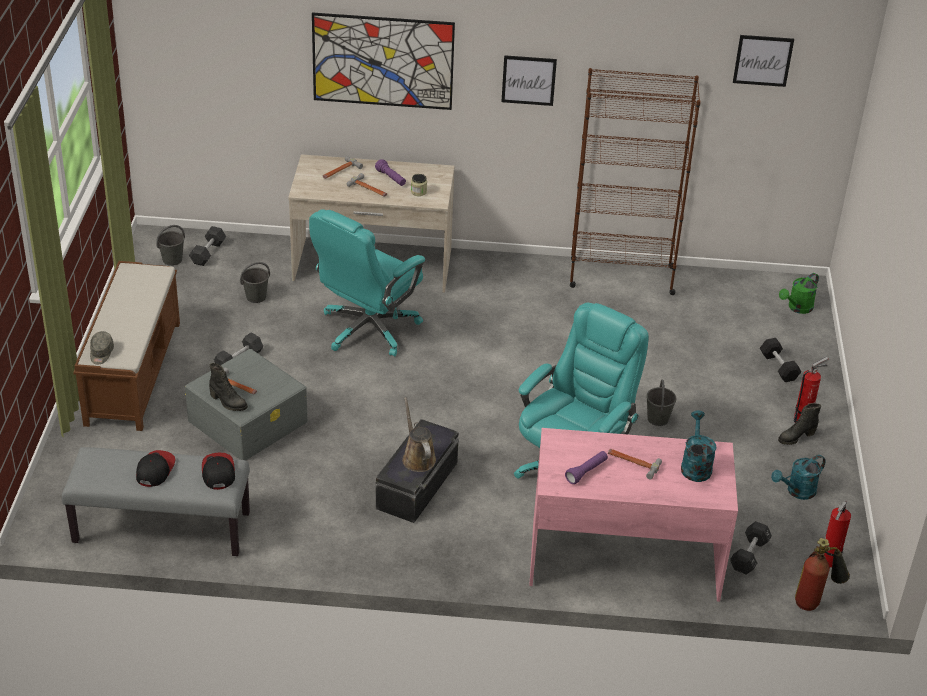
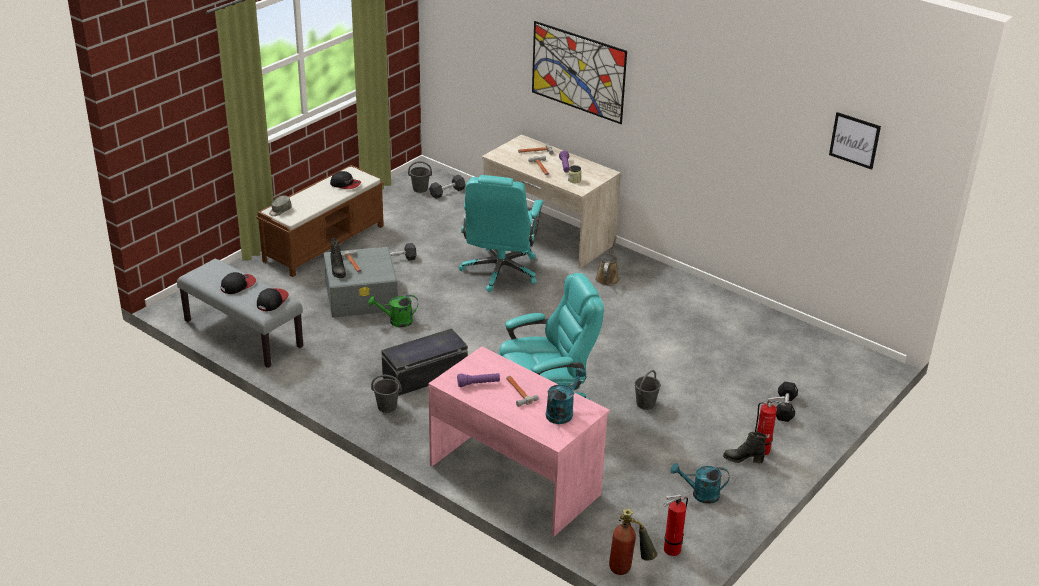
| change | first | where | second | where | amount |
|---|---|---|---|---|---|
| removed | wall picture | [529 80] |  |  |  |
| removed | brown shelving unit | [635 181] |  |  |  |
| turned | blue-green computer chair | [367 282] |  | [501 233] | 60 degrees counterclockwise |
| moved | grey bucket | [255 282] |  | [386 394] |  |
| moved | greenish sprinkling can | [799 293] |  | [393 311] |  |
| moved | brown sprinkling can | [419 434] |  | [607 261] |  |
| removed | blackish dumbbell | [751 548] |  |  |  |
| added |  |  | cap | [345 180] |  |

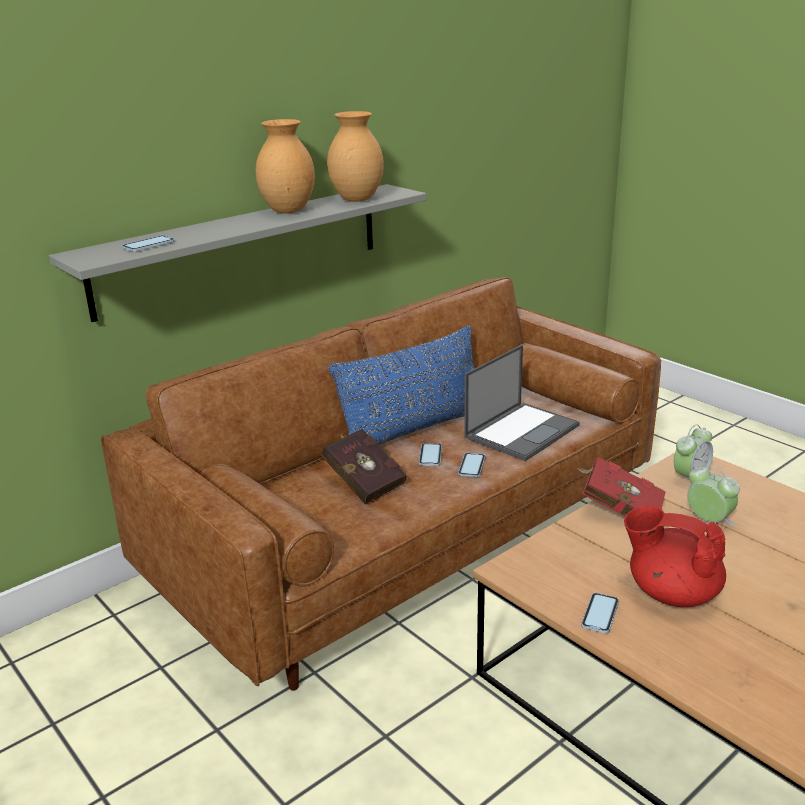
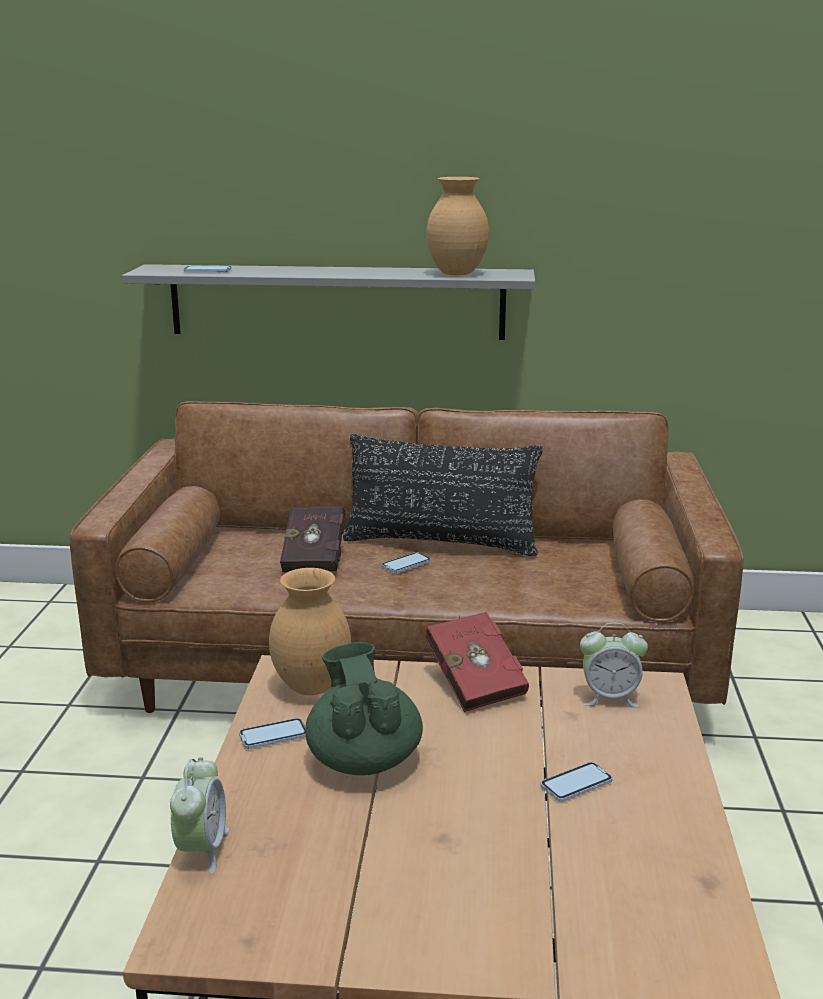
| change | first | where | second | where | amount |
|---|---|---|---|---|---|
| moved | brown flower vase | [285 166] |  | [310 631] |  |
| recoloured | blue cushion | [402 385] | blackish cushion | [443 495] |  |
| removed | portable computer | [522 403] |  |  |  |
| moved | phone | [471 465] |  | [576 782] |  |
| moved | bedside clock | [713 496] |  | [199 815] |  |
| recoloured | reddish teapot | [675 556] | greenish teapot | [364 708] |  |

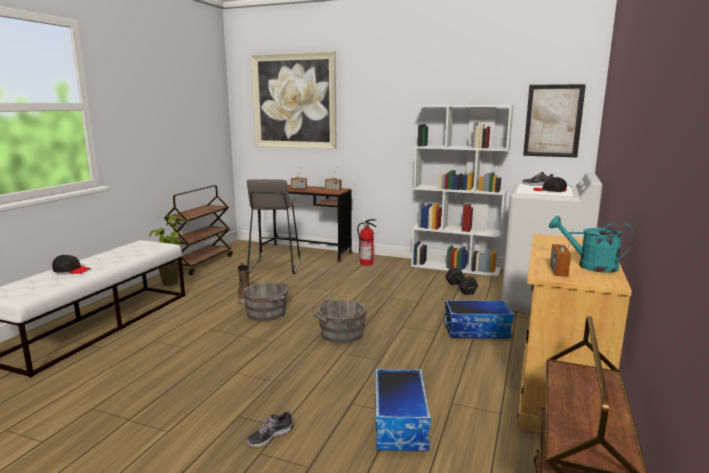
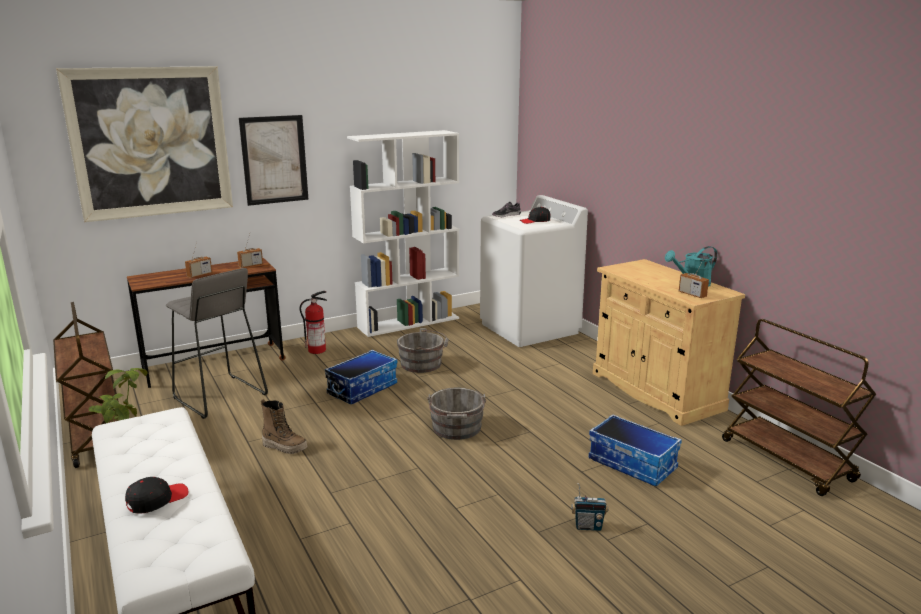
| change | first | where | second | where | amount |
|---|---|---|---|---|---|
| moved | wall picture | [554 120] |  | [274 160] |  |
| removed | blackish dumbbell | [461 281] |  |  |  |
| moved | grey bucket | [266 301] |  | [423 350] |  |
| moved | storage bin | [479 319] |  | [361 377] |  |
| replaced | low shoe | [269 428] | radio set | [589 507] |  |

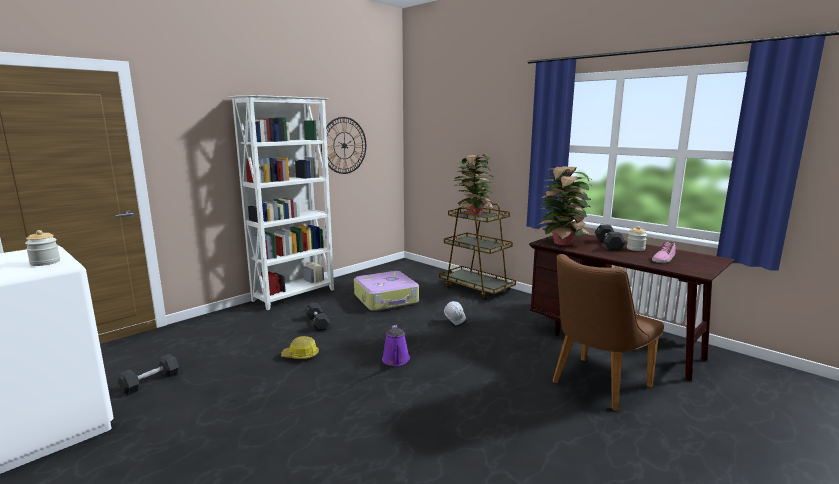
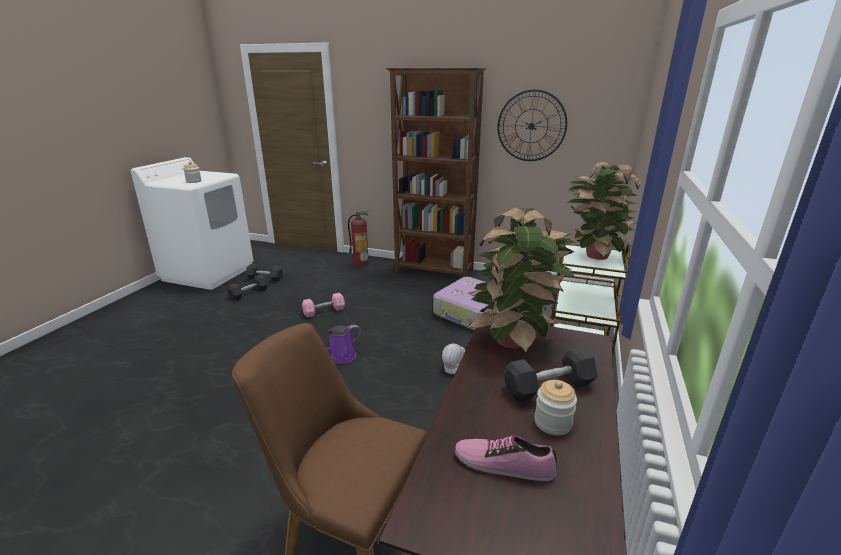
| change | first | where | second | where | amount |
|---|---|---|---|---|---|
| recoloured | whitish shelving unit | [281 202] | brown shelving unit | [436 172] |  |
| moved | blackish dumbbell | [317 317] |  | [248 288] |  |
| replaced | hard hat | [300 347] | pinkish dumbbell | [323 305] |  |
| added |  |  | fire-fighting cylinder | [358 239] |  |

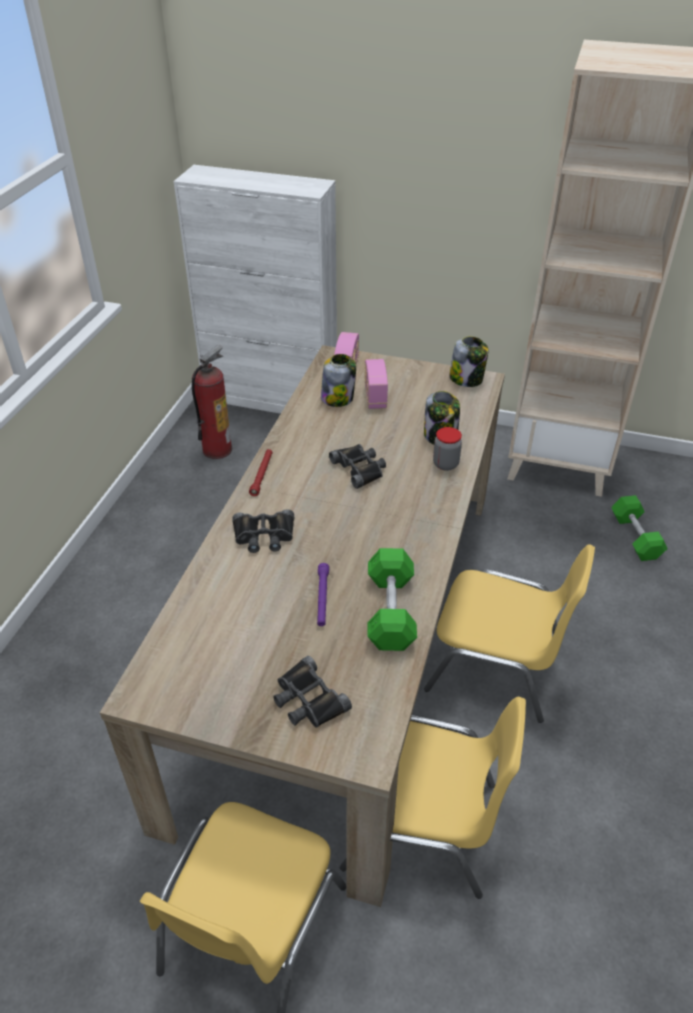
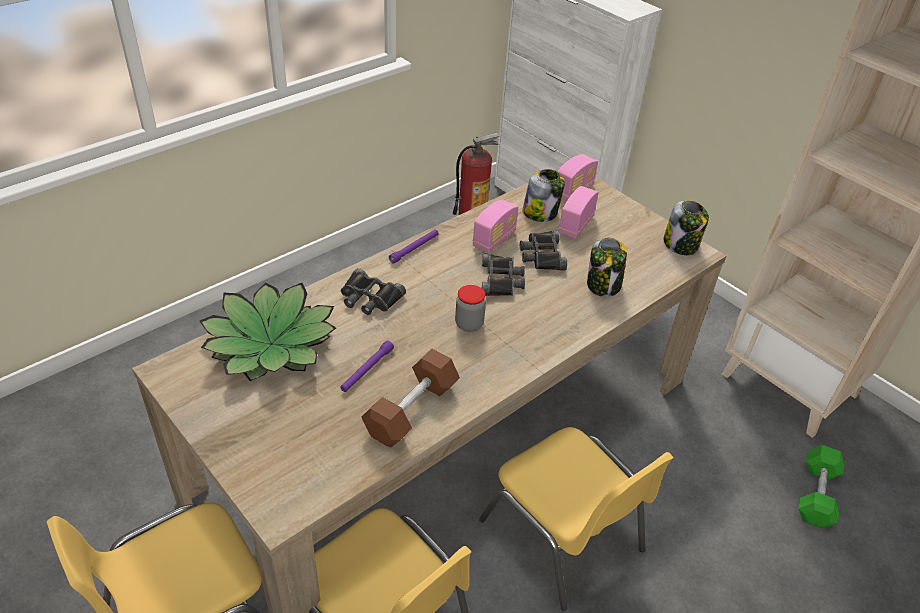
| change | first | where | second | where | amount |
|---|---|---|---|---|---|
| moved | preserve jar | [447 449] |  | [470 308] |  |
| recoloured | reddish torch | [261 472] | purple-coloured torch | [414 246] |  |
| recoloured | greenish dumbbell | [392 599] | brown dumbbell | [411 398] |  |
| moved | blackish field glasses | [312 692] |  | [543 251] |  |
| added |  |  | radio set | [495 226] |  |
| added |  |  | houseplant | [267 332] |  |

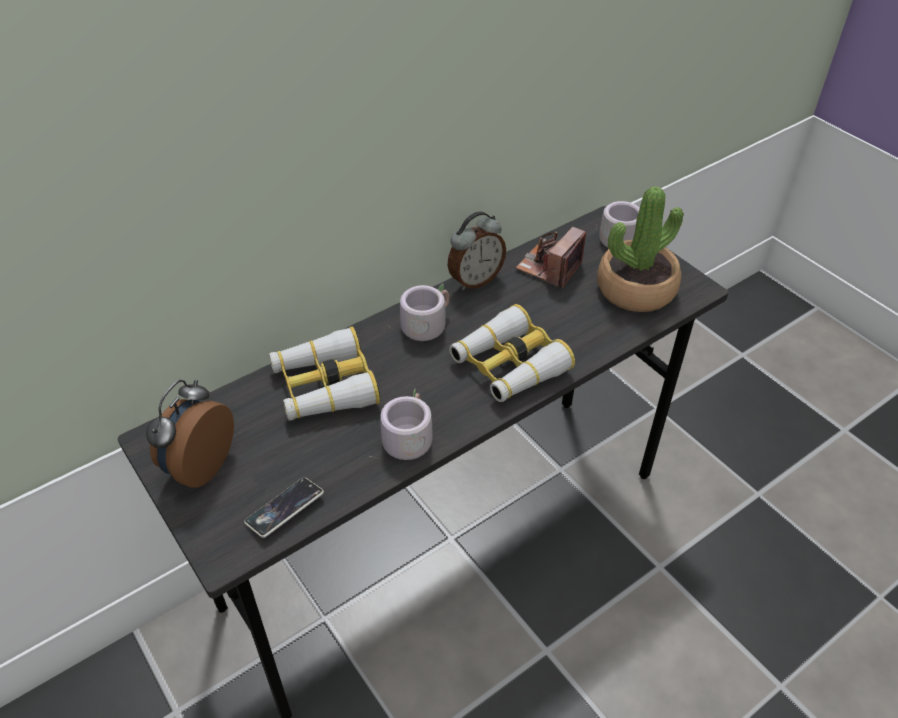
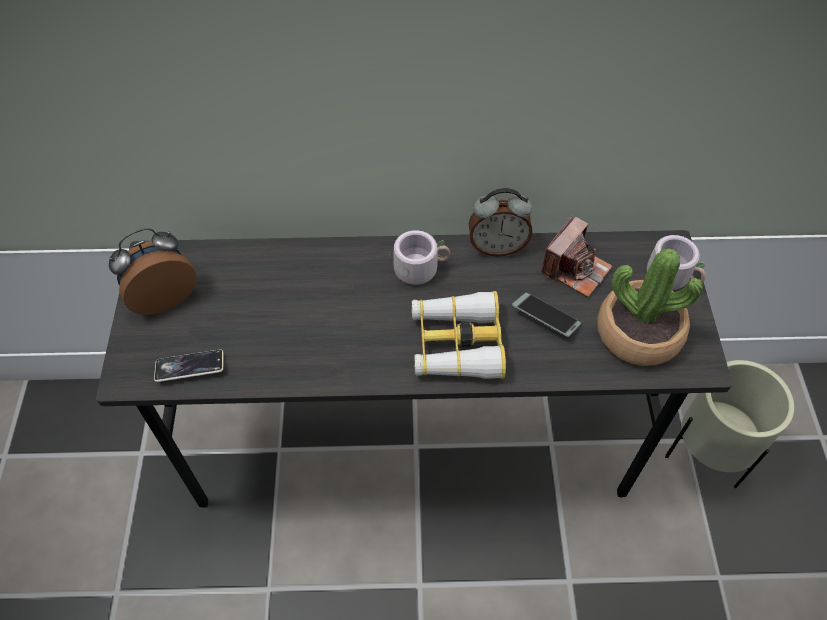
| change | first | where | second | where | amount |
|---|---|---|---|---|---|
| turned | photo camera | [551 257] |  | [576 256] | 150 degrees clockwise |
| removed | field glasses | [324 373] |  |  |  |
| removed | grey mug | [400 424] |  |  |  |
| added |  |  | phone | [546 315] |  |
| added |  |  | sand-coloured plant pot | [729 424] |  |

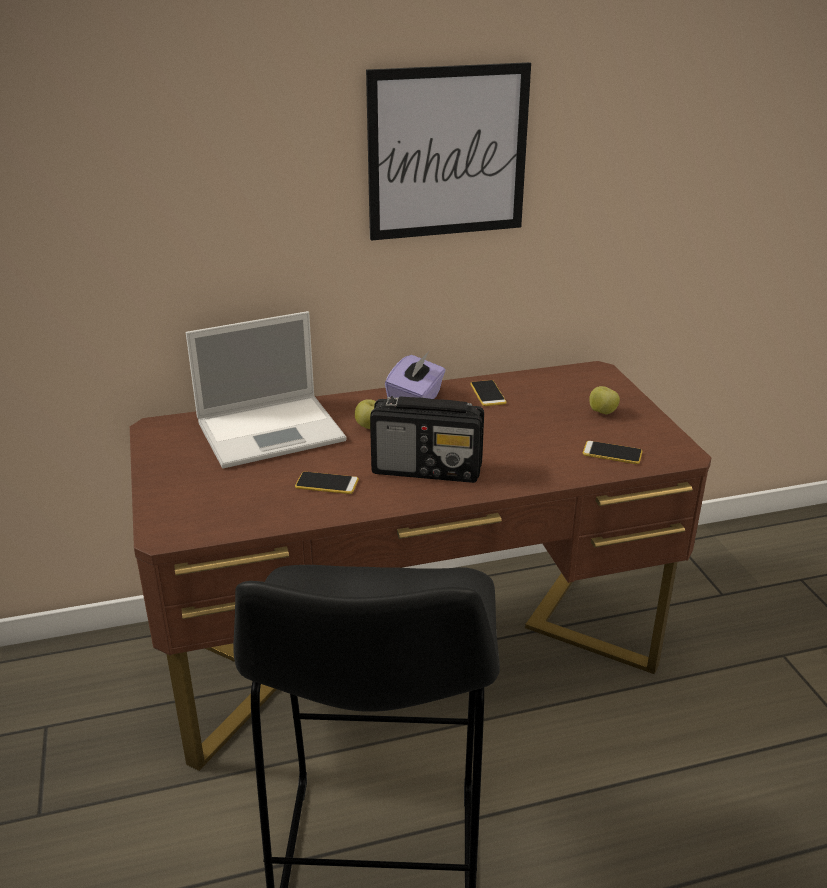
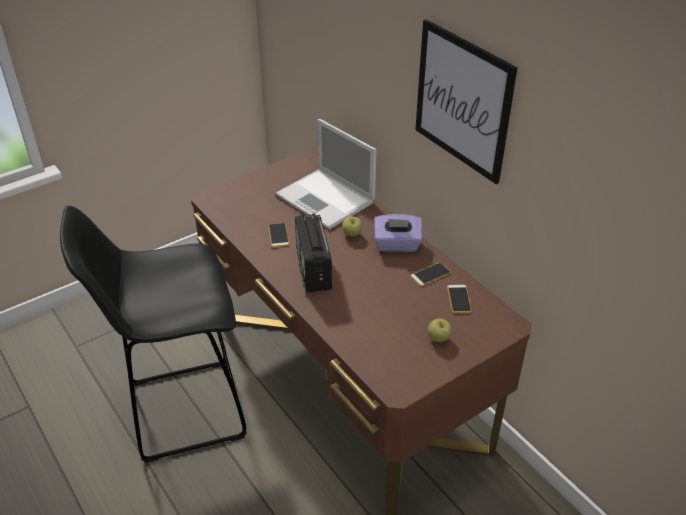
| change | first | where | second | where | amount |
|---|---|---|---|---|---|
| moved | phone | [613 452] |  | [459 299] |  |

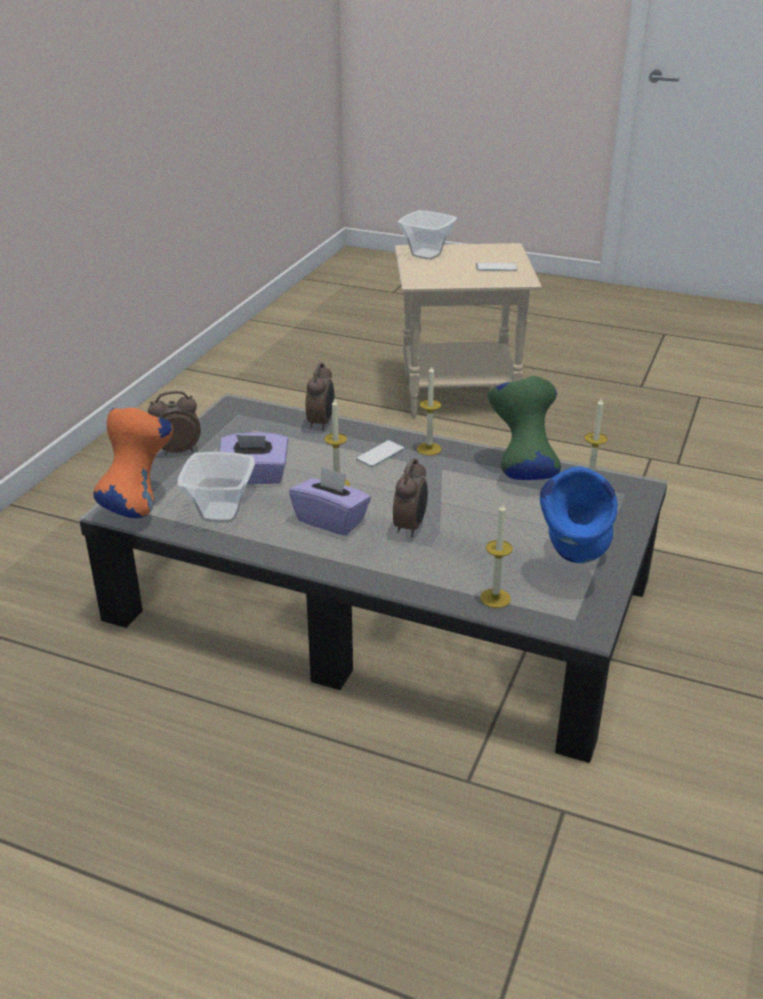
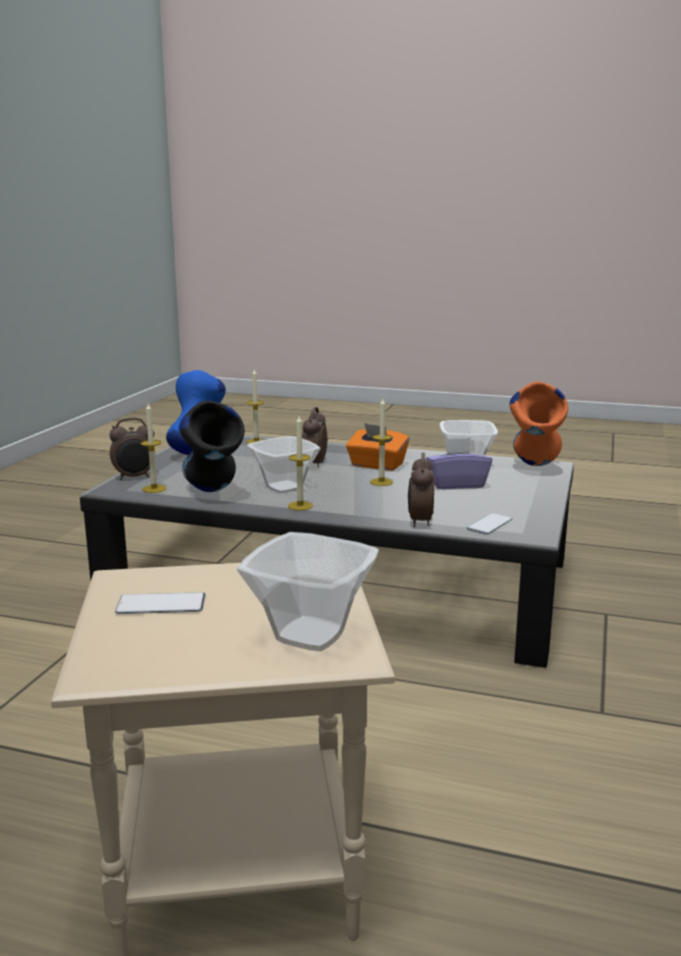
| change | first | where | second | where | amount |
|---|---|---|---|---|---|
| recoloured | greenish flower vase | [524 428] | blackish flower vase | [212 446] |  |
| moved | bedside clock | [174 423] |  | [131 449] |  |
| moved | phone | [380 453] |  | [489 523] |  |
| recoloured | purple-coloured tissue holder | [330 501] | orangey tissue holder | [377 447] |  |
| added |  |  | bowl | [284 464] |  |

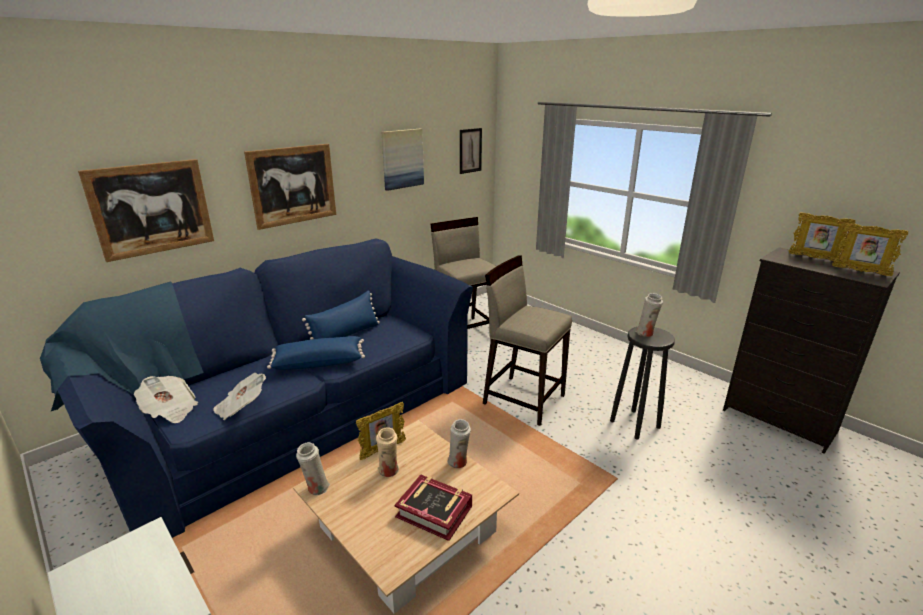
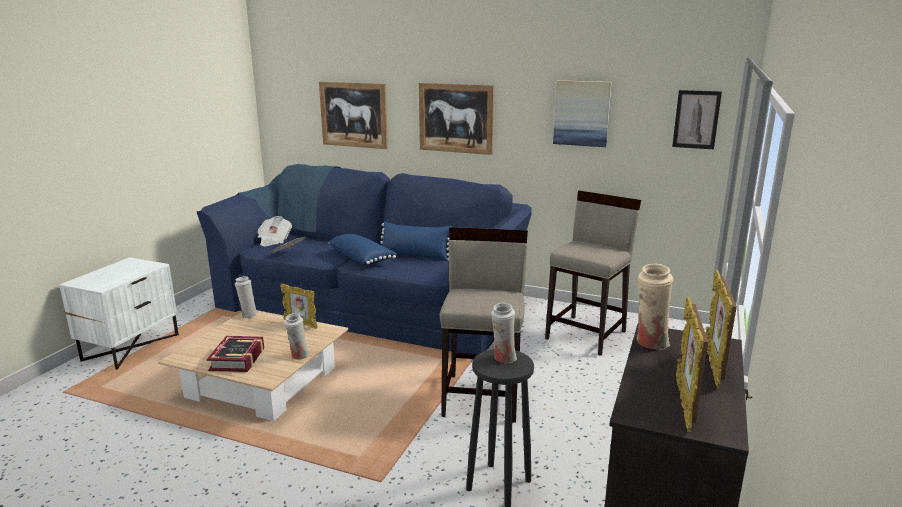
| change | first | where | second | where | amount |
|---|---|---|---|---|---|
| moved | sand-coloured flower vase | [387 452] |  | [655 307] |  |

